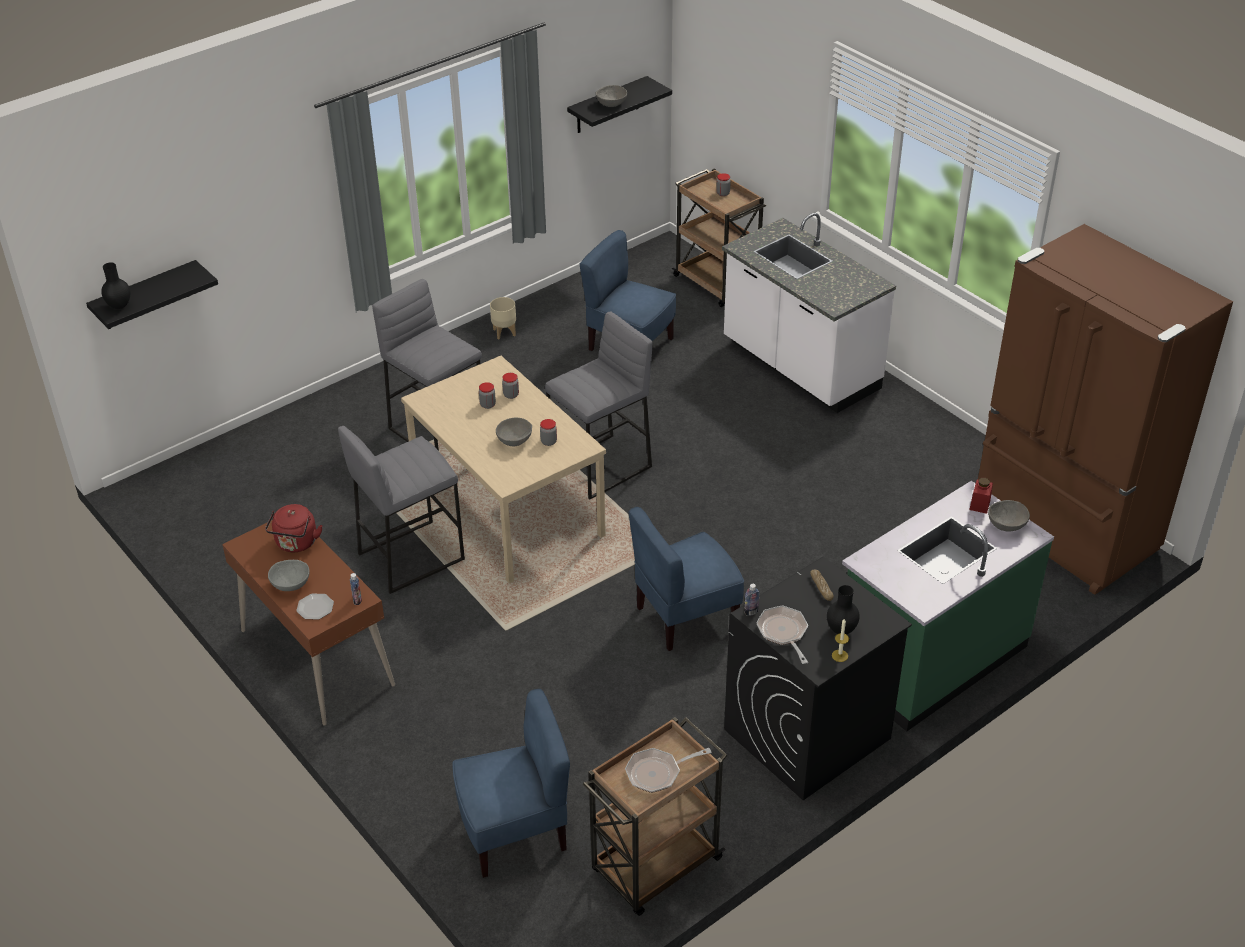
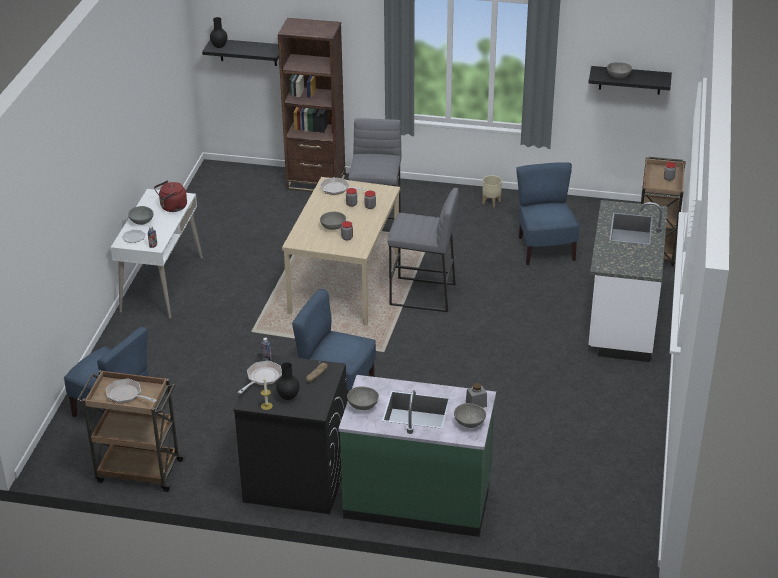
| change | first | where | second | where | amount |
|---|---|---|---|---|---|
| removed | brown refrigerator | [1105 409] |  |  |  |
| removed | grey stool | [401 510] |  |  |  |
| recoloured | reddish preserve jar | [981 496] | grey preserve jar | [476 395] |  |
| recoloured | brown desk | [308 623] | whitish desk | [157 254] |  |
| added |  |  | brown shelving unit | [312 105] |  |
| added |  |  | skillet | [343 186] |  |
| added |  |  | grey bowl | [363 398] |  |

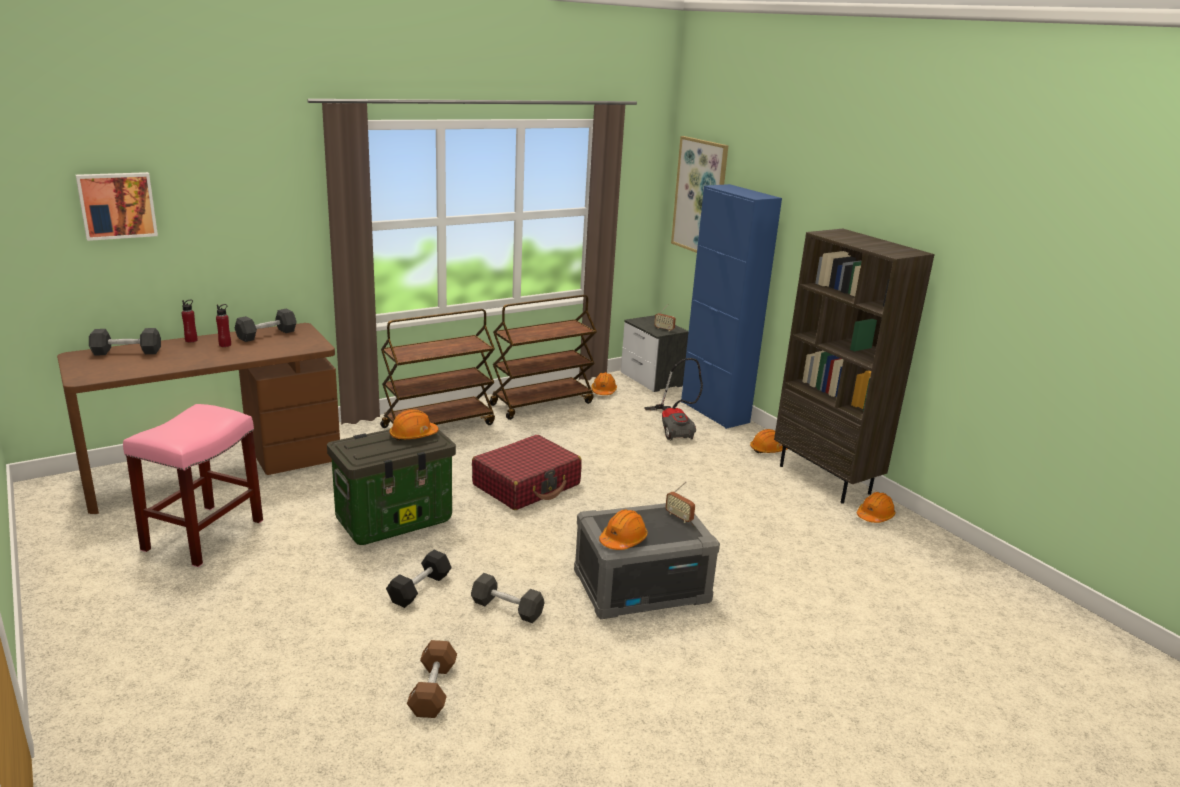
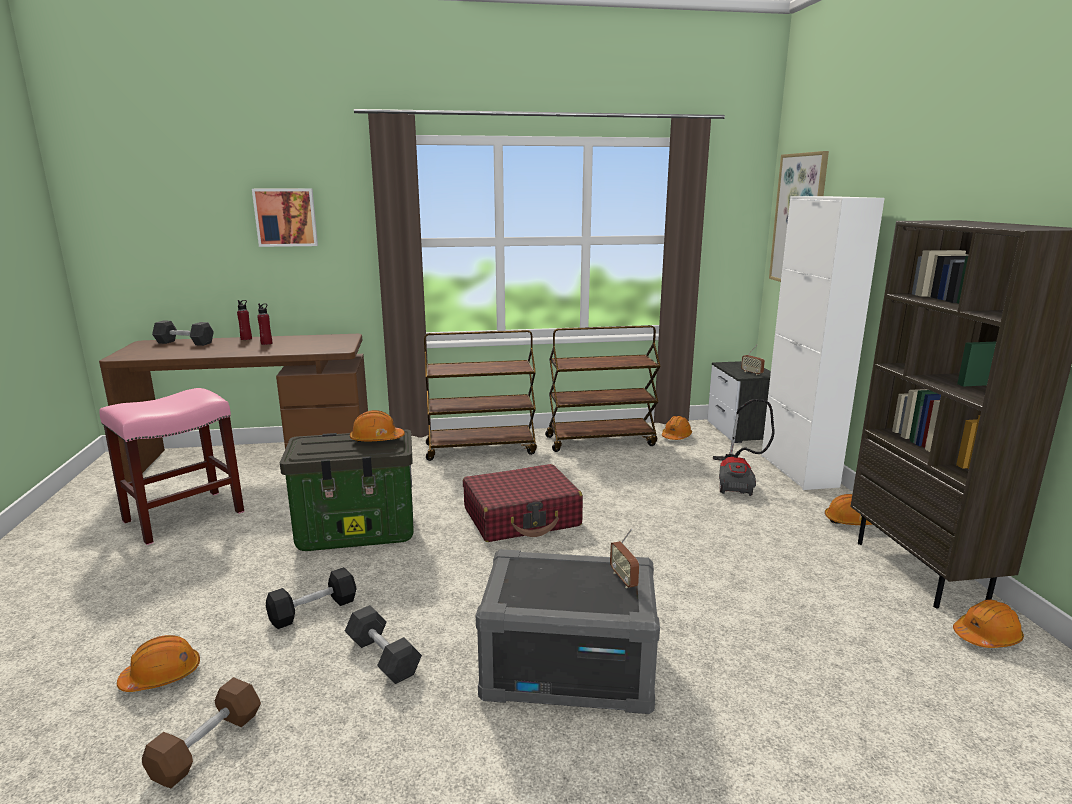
| change | first | where | second | where | amount |
|---|---|---|---|---|---|
| moved | wall picture | [117 206] |  | [285 218] |  |
| recoloured | blue cabinet | [731 306] | whitish cabinet | [823 343] |  |
| removed | blackish dumbbell | [266 325] |  |  |  |
| moved | orangey hard hat | [623 529] |  | [158 663] |  |

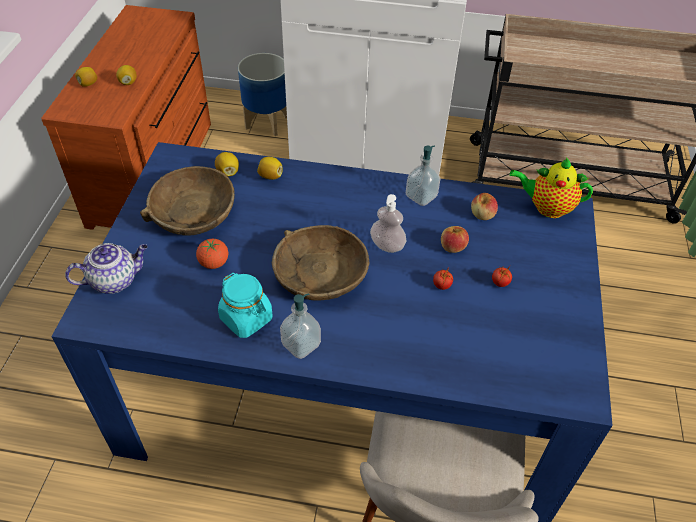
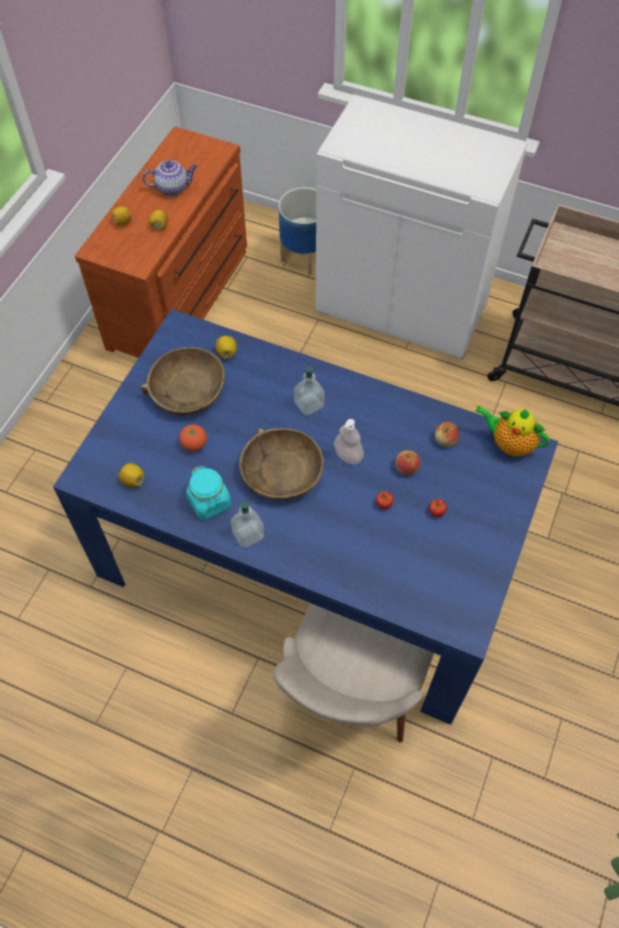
| change | first | where | second | where | amount |
|---|---|---|---|---|---|
| moved | soap dispenser | [423 176] |  | [309 390] |  |
| moved | citrus fruit | [270 168] |  | [131 475] |  |
| moved | teapot | [106 268] |  | [169 178] |  |

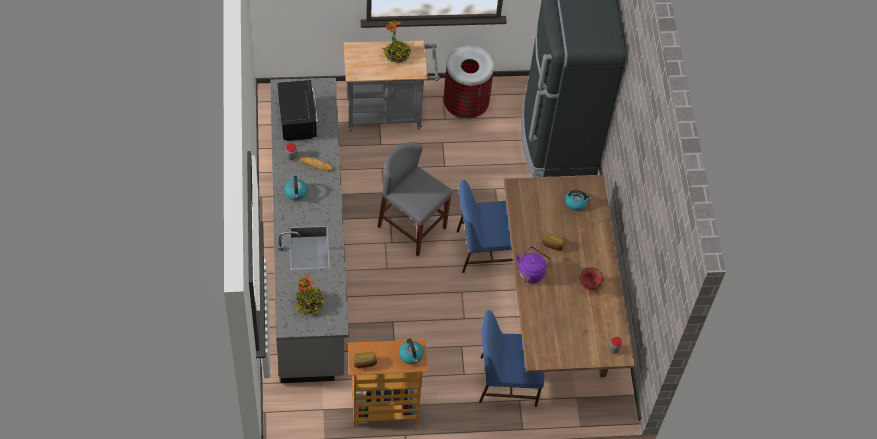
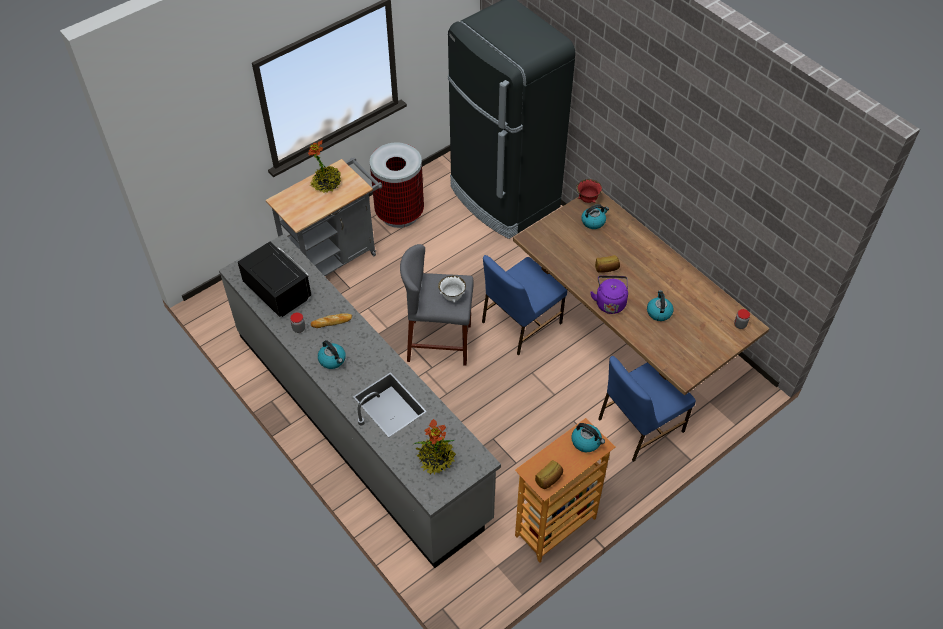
| change | first | where | second | where | amount |
|---|---|---|---|---|---|
| moved | reddish bowl | [591 279] |  | [589 191] |  |
| added |  |  | whitish bowl | [452 289] |  |
| added |  |  | kettle | [660 305] |  |

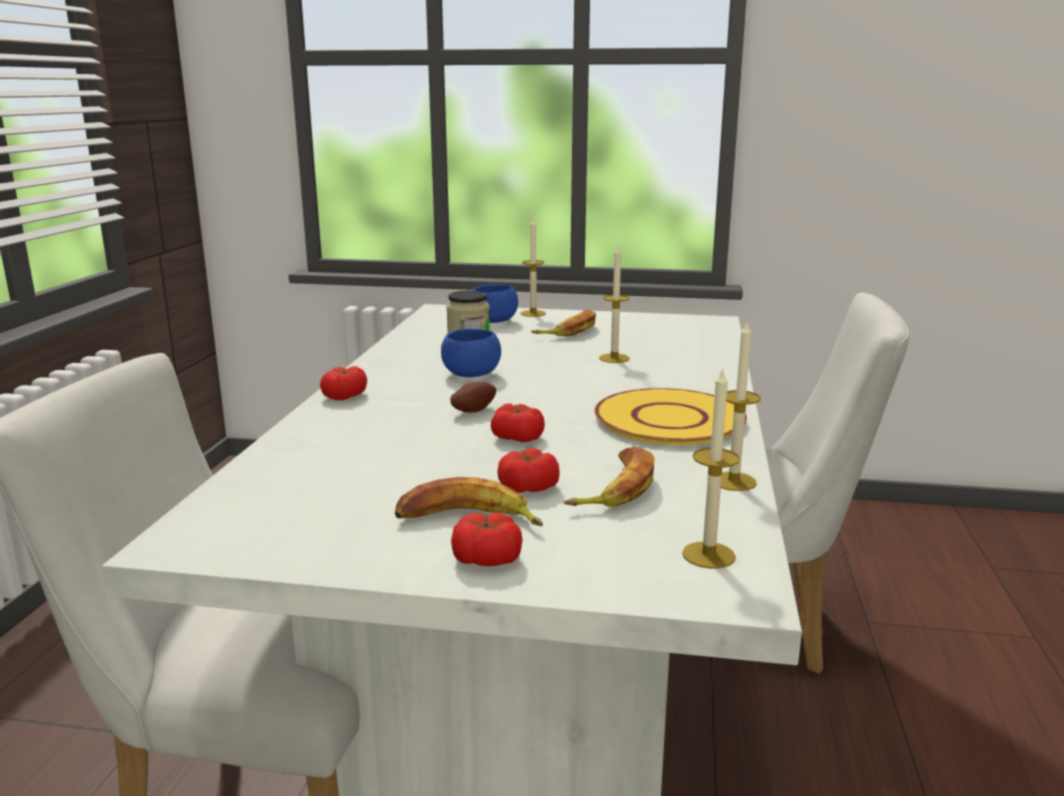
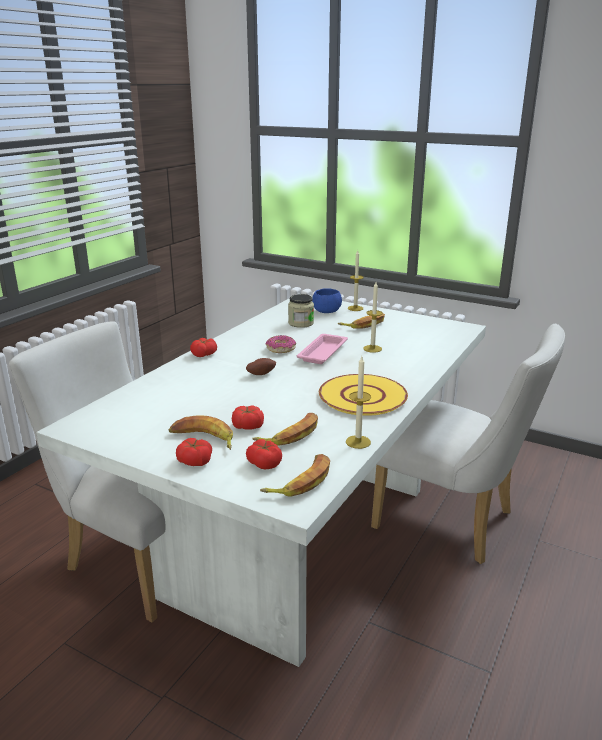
| change | first | where | second | where | amount |
|---|---|---|---|---|---|
| replaced | blue bowl | [471 353] | donut | [280 344] |  |
| replaced | wax candle | [711 468] | banana | [295 475] |  |
| moved | tomato | [518 422] |  | [264 454] |  |
| added |  |  | pinkish tray | [322 349] |  |

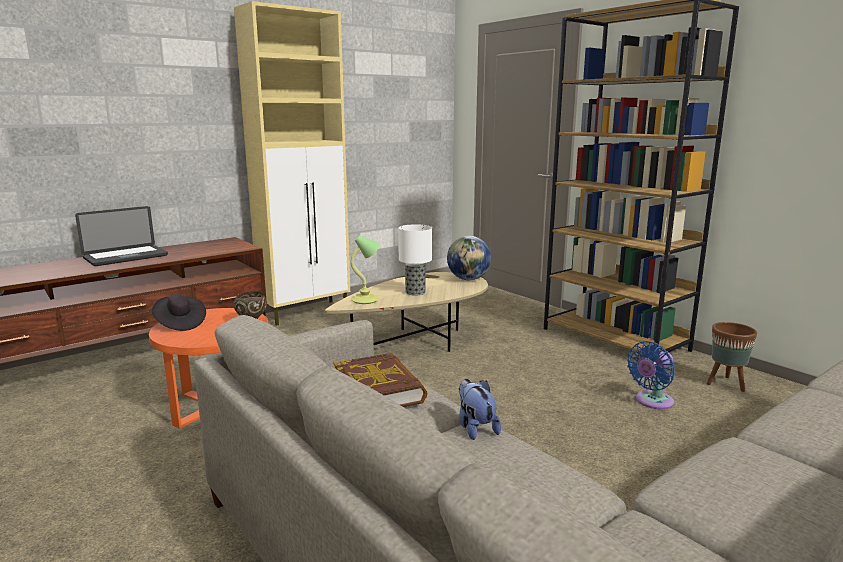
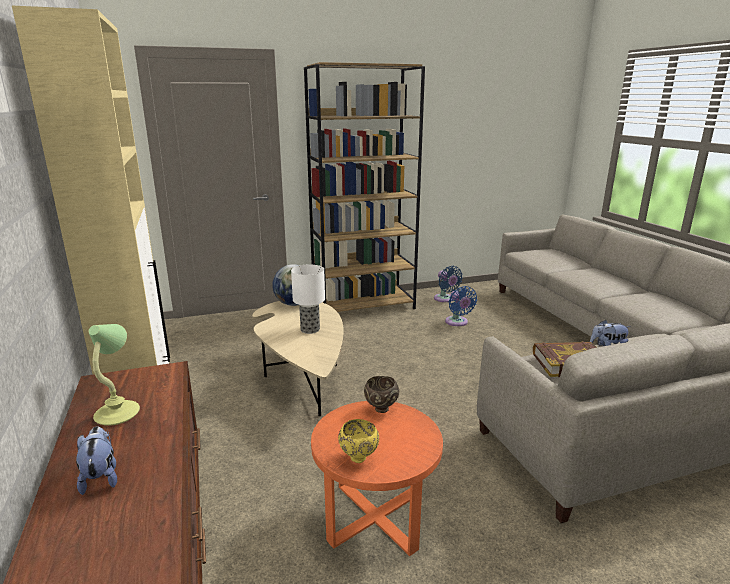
| change | first | where | second | where | amount |
|---|---|---|---|---|---|
| replaced | portable computer | [121 236] | plush toy | [96 460] |  |
| moved | table lamp | [365 270] |  | [114 375] |  |
| replaced | blackish hat | [179 312] | yellow-coloured bowl | [358 441] |  |
| replaced | brown plant pot | [732 357] | blue cooling fan | [448 284] |  |

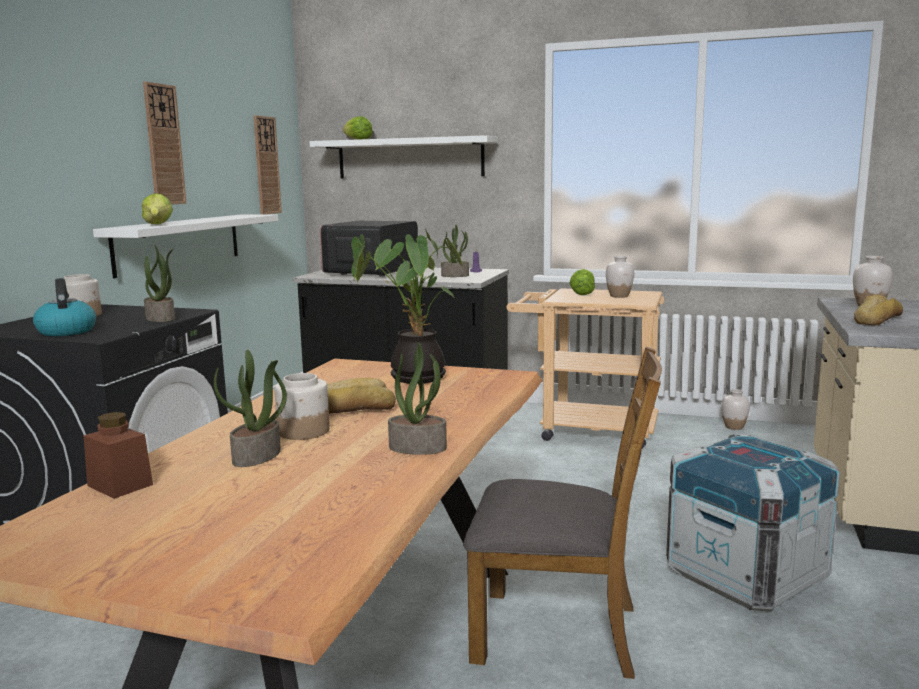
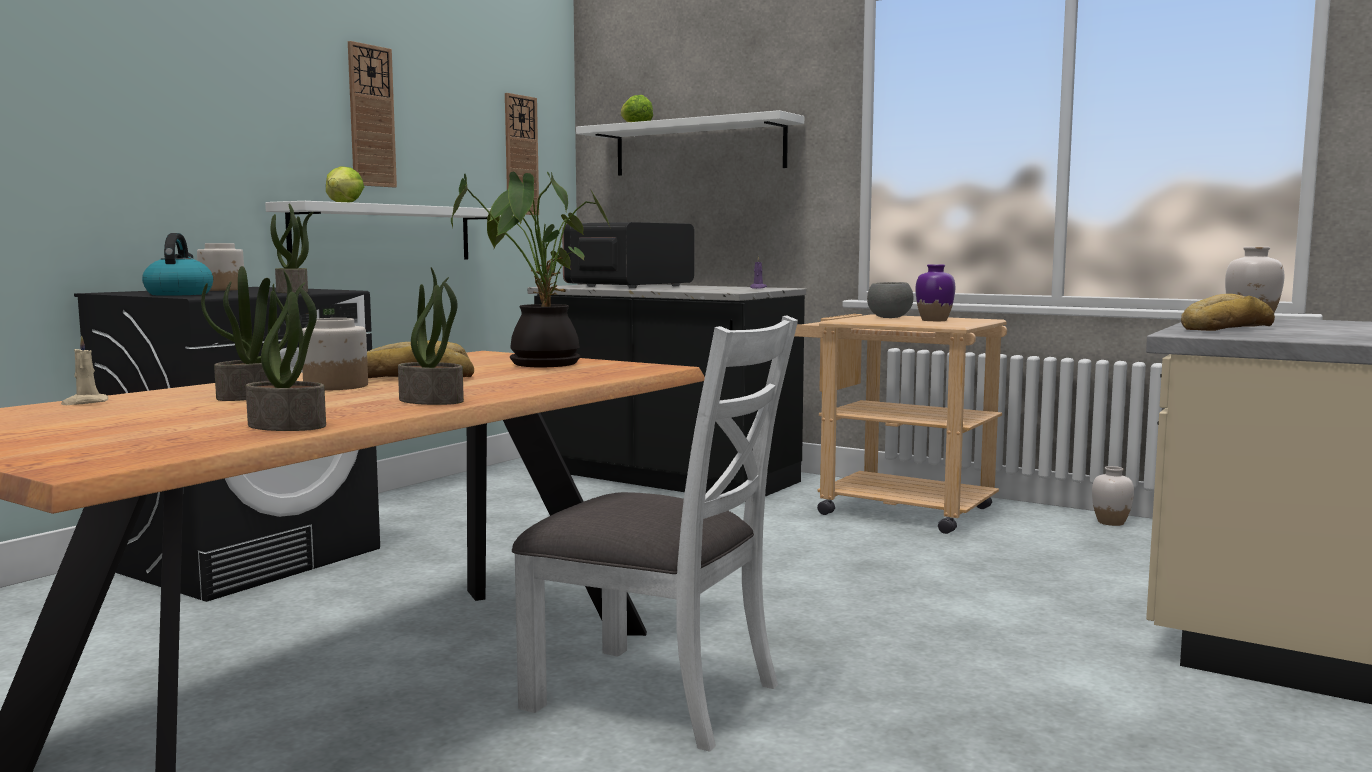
| change | first | where | second | where | amount |
|---|---|---|---|---|---|
| moved | houseplant | [455 250] |  | [286 351] |  |
| recoloured | whitish flower vase | [620 277] | purple-coloured flower vase | [935 292] |  |
| replaced | lettuce | [582 282] | grey bowl | [890 300] |  |
| recoloured | brown plain chair | [562 513] | whitish plain chair | [655 534] |  |
| replaced | brown preserve jar | [118 455] | sand-coloured wax candle | [84 370] |  |
| removed | crate | [753 523] |  |  |  |

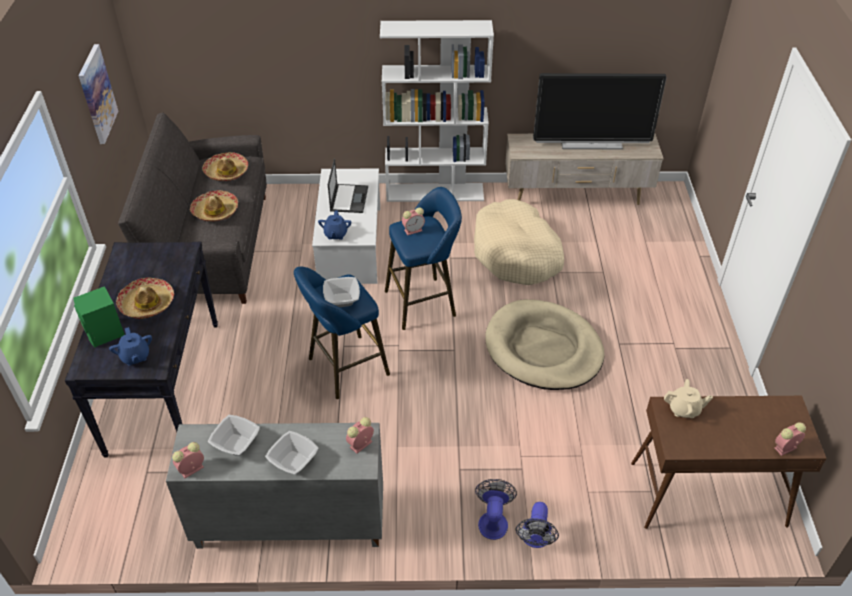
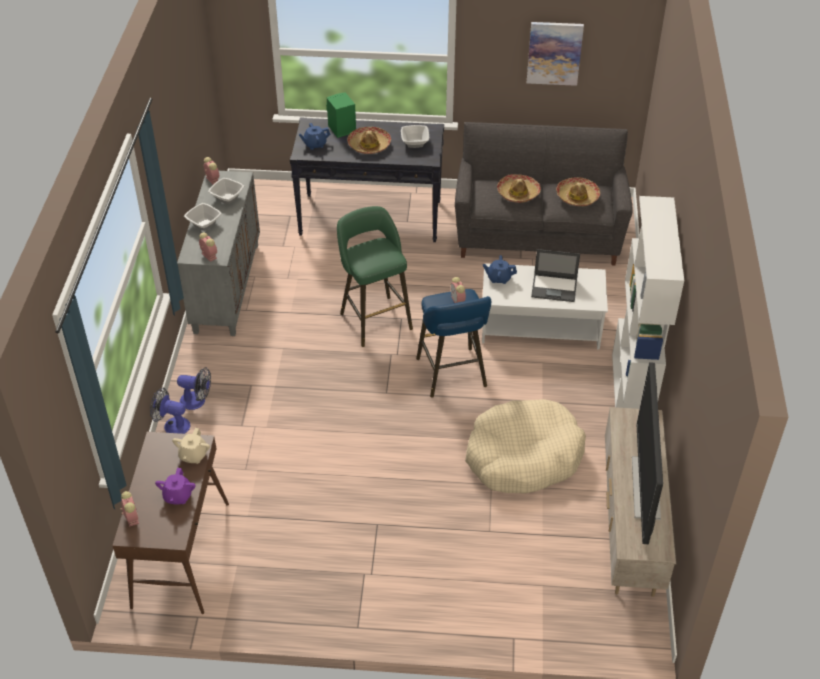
| change | first | where | second | where | amount |
|---|---|---|---|---|---|
| recoloured | blue stool | [342 332] | greenish stool | [375 276] |  |
| moved | bowl | [341 292] |  | [415 136] |  |
| removed | sand-coloured pet bed | [545 344] |  |  |  |
| added |  |  | purple-coloured teapot | [175 486] |  |

